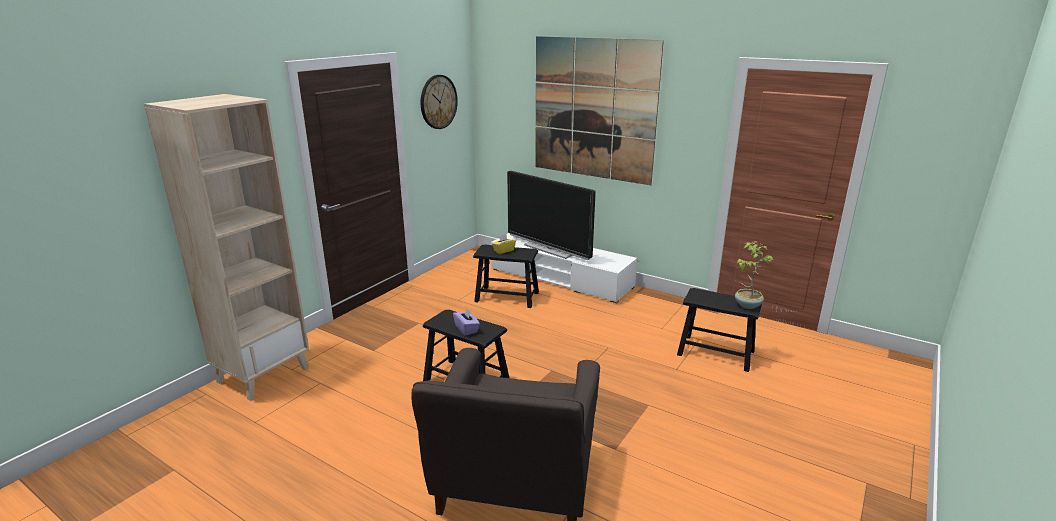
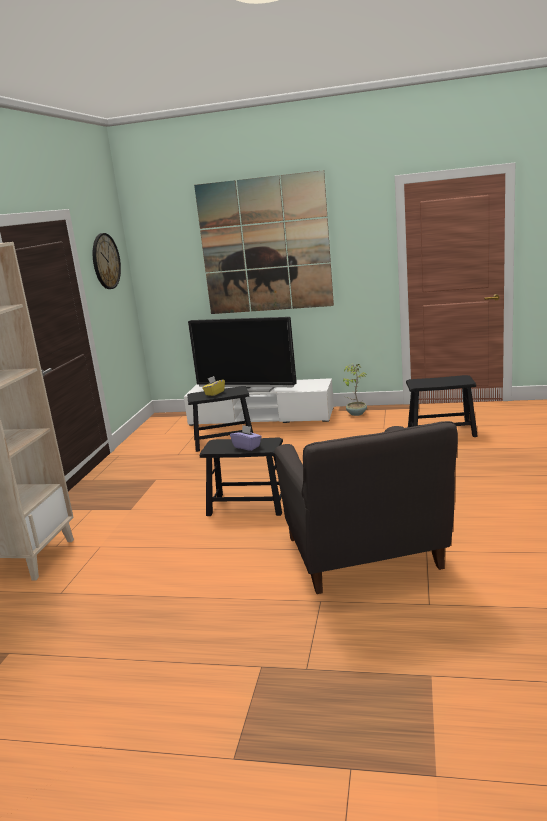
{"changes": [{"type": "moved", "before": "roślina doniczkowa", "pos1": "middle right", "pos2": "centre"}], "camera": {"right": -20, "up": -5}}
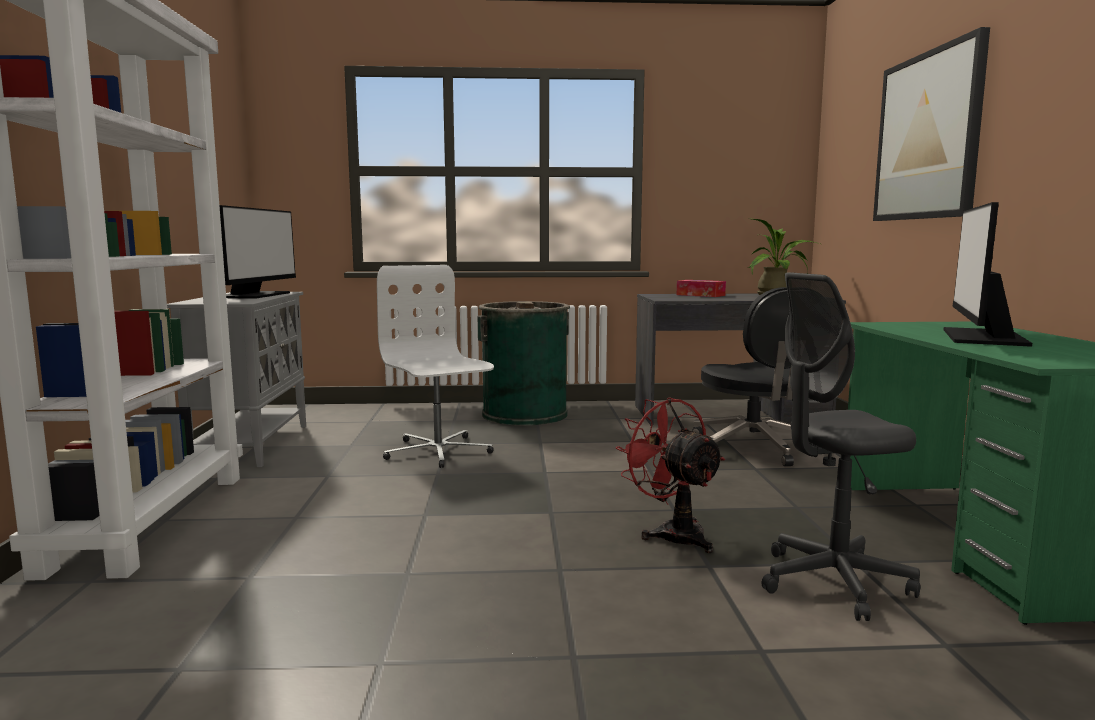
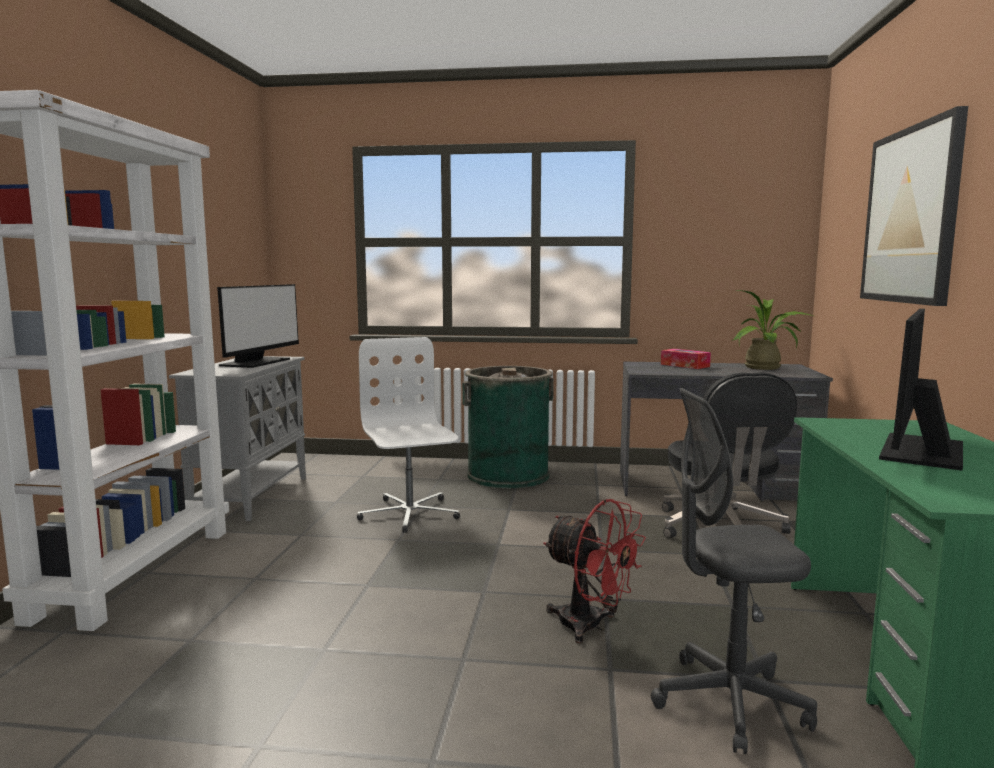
{"changes": [{"type": "turned", "before": "wentylator/czerwony", "pos1": "centre", "pos2": "bottom centre", "turn": 150}], "camera": {"right": 10, "up": 0}}
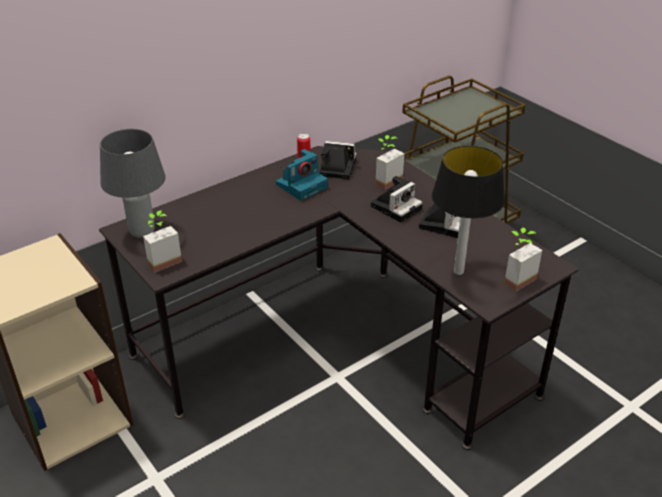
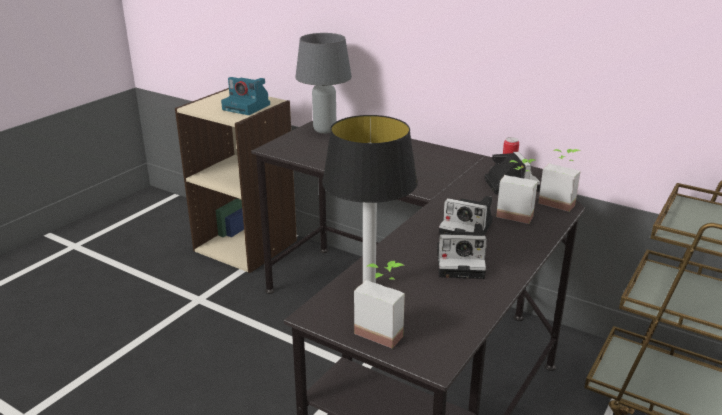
{"changes": [{"type": "moved", "before": "roślina doniczkowa (1st from left in the first image)", "after": "roślina doniczkowa (3rd from left)", "pos1": "middle left", "pos2": "middle right"}, {"type": "moved", "before": "aparat fotograficzny (1st from left)", "pos1": "centre", "pos2": "top centre"}], "camera": {"right": 70, "up": -10}}
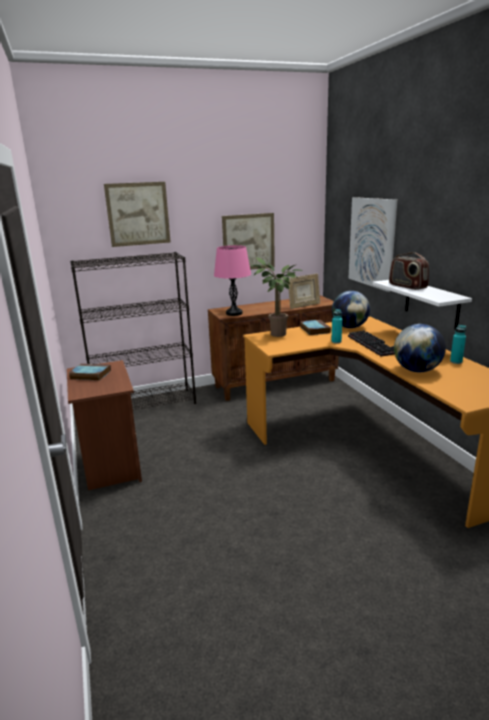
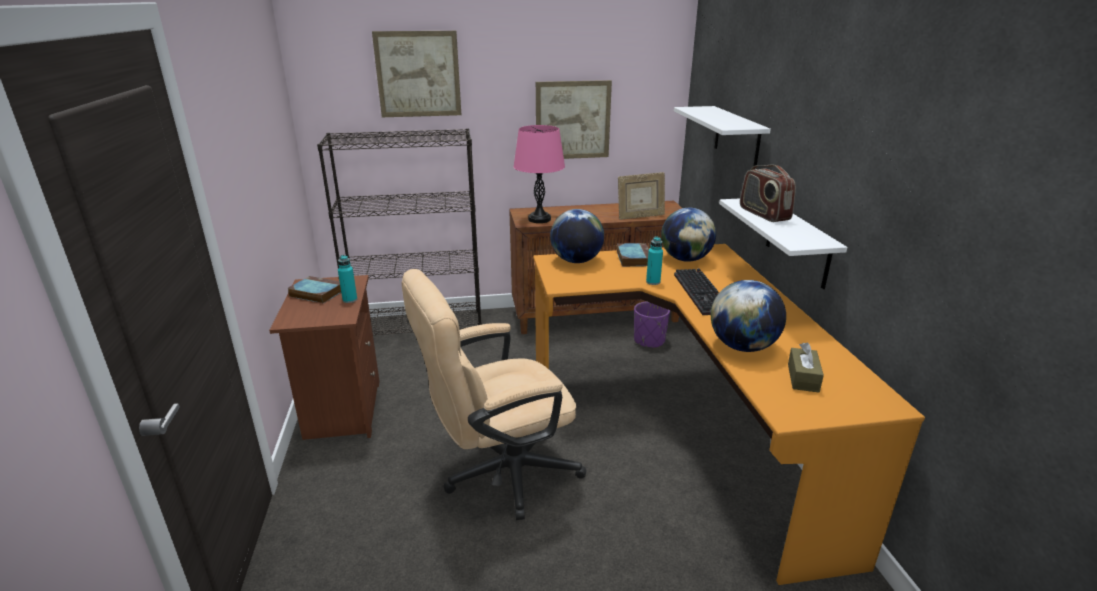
{"changes": [{"type": "replaced", "before": "roślina doniczkowa", "after": "globus (1st from left)", "pos1": "centre", "pos2": "centre"}, {"type": "replaced", "before": "obraz (3rd from left)", "after": "półka/biały (1st from left)", "pos1": "middle right", "pos2": "top centre"}, {"type": "moved", "before": "butelka/turkusowy (2nd from left in the first image)", "after": "butelka/turkusowy (1st from left)", "pos1": "middle right", "pos2": "middle left"}, {"type": "added", "after": "krzesło biurowe/beżowy", "pos2": "bottom centre"}, {"type": "added", "after": "donica/fioletowy", "pos2": "centre"}, {"type": "added", "after": "pudełko chusteczek/brązowy", "pos2": "middle right"}], "camera": {"right": 10, "up": 5}}
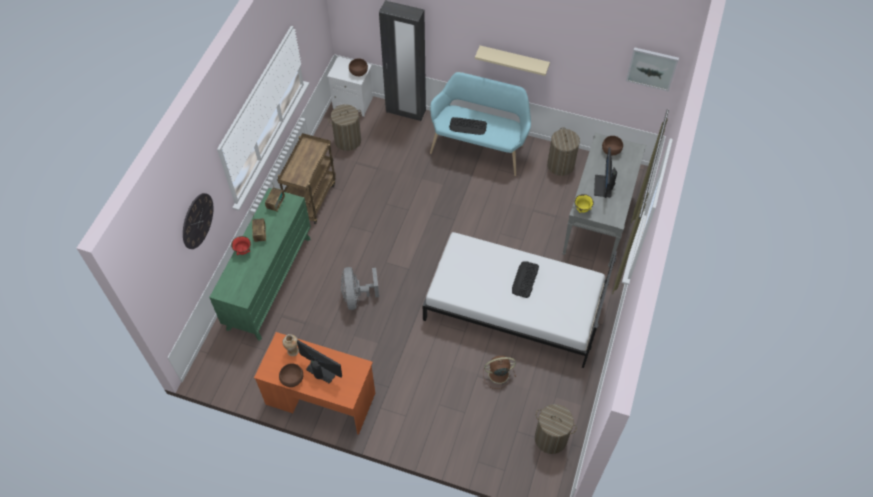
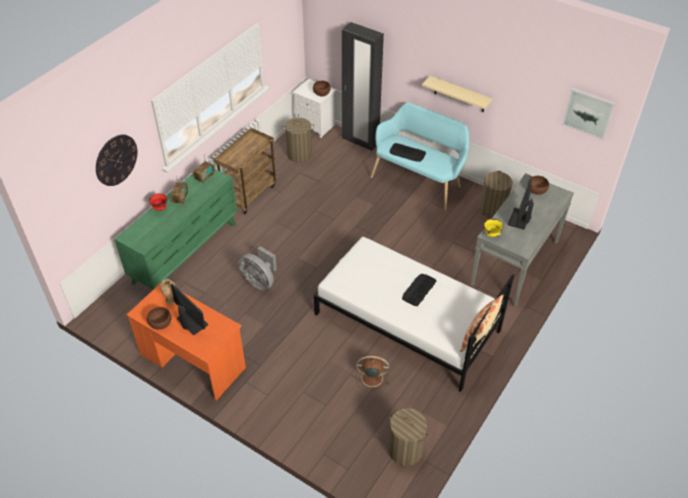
{"changes": [{"type": "turned", "before": "wentylator/szary", "pos1": "centre", "pos2": "centre", "turn": -60}, {"type": "added", "after": "poduszka", "pos2": "middle right"}], "camera": {"right": 15, "up": -10}}
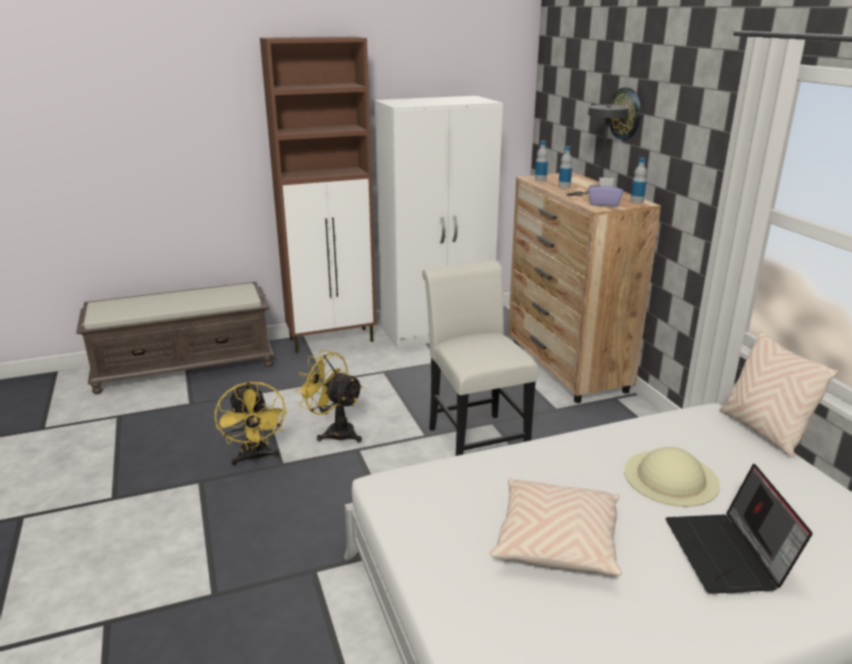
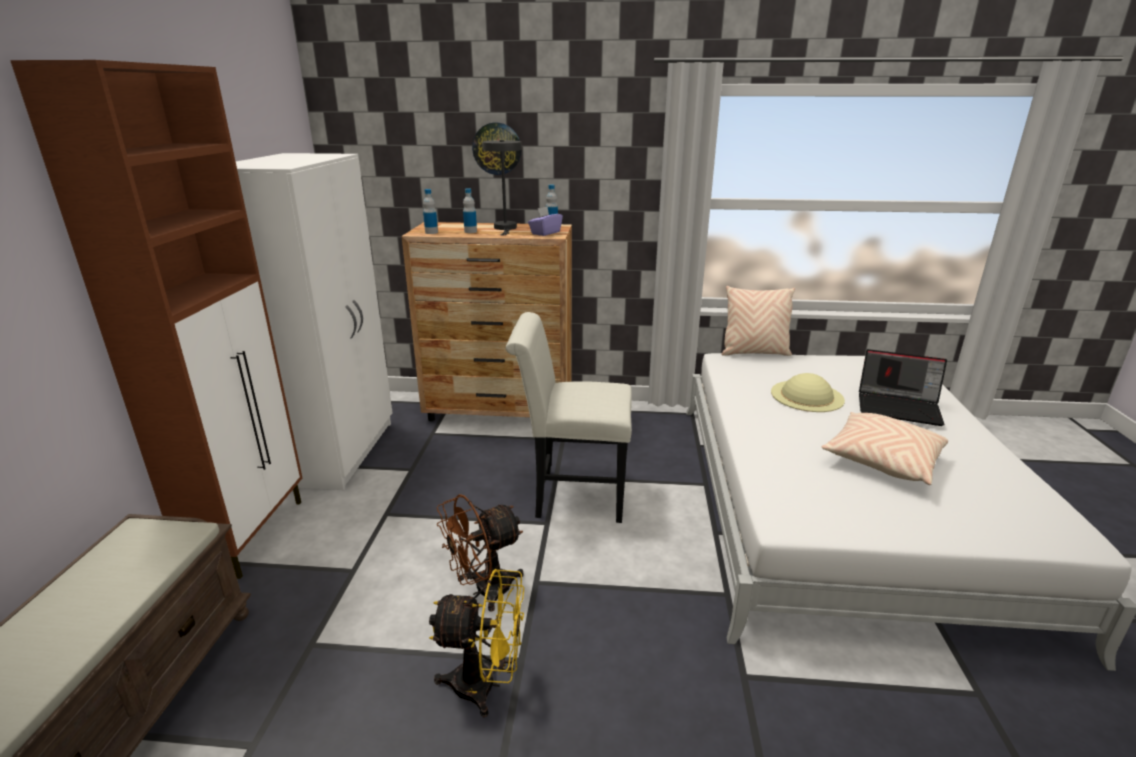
{"changes": [{"type": "recoloured", "before": "wentylator/żółty (2nd from left)", "after": "wentylator/brązowy", "pos1": "centre", "pos2": "bottom centre"}], "camera": {"right": -65, "up": 0}}
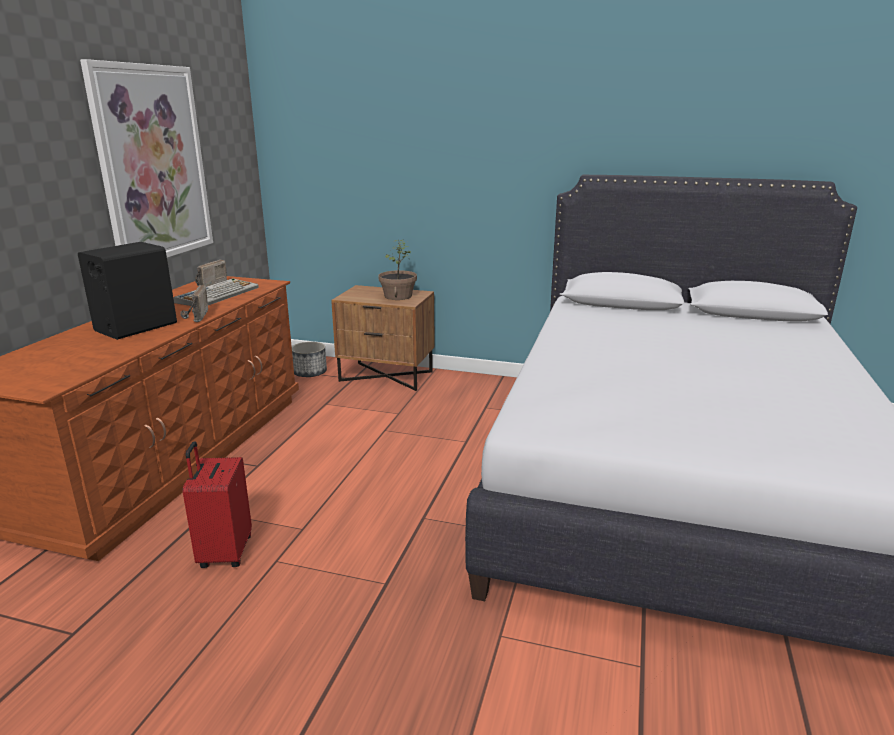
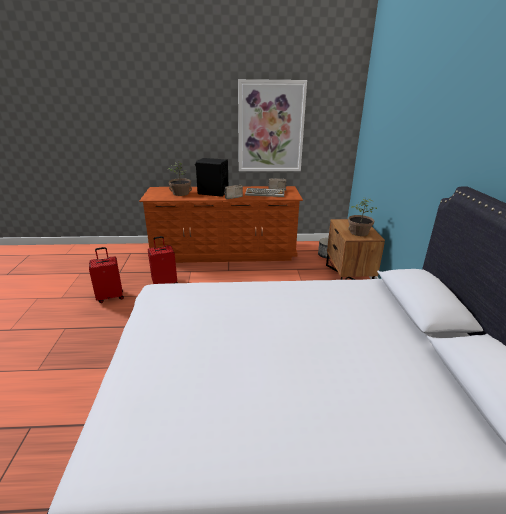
{"changes": [{"type": "added", "after": "walizka/czerwony (1st from left)", "pos2": "middle left"}, {"type": "added", "after": "roślina doniczkowa (1st from left)", "pos2": "centre"}], "camera": {"right": 70, "up": 5}}
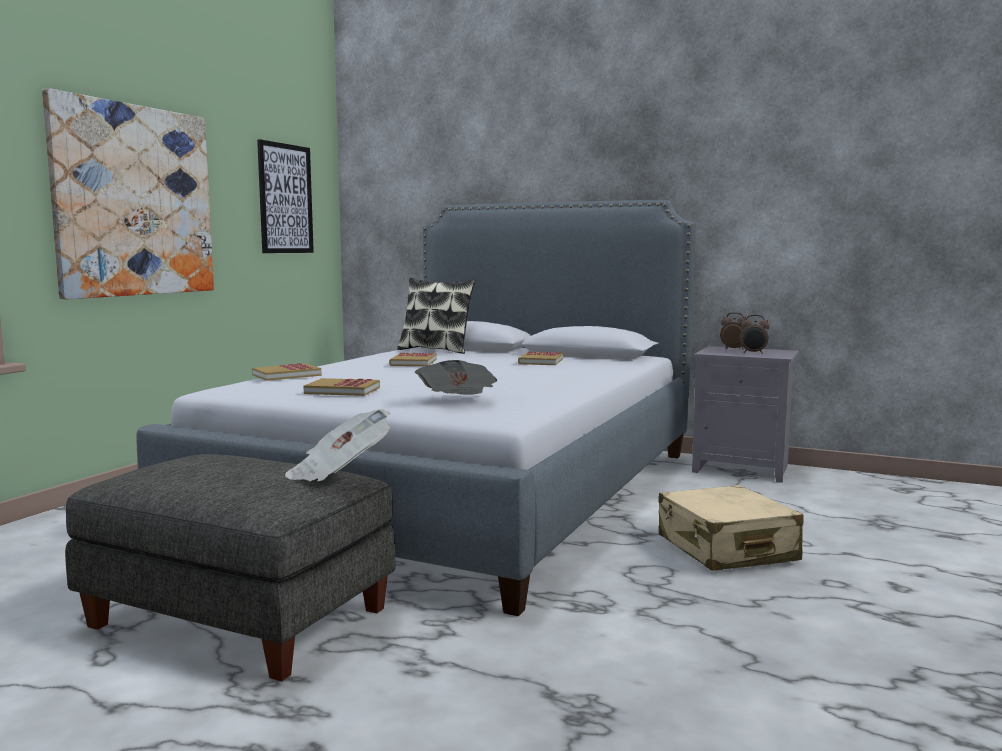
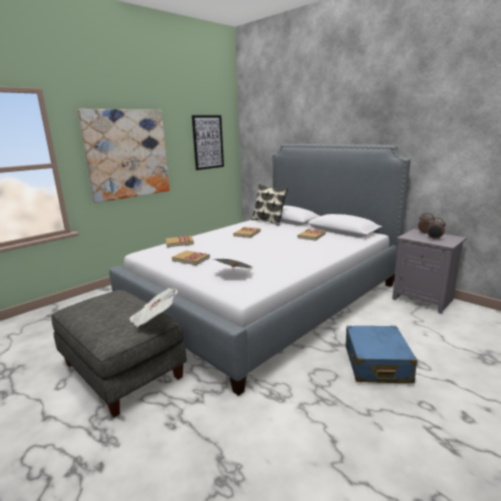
{"changes": [{"type": "recoloured", "before": "walizka/beżowy", "after": "walizka/niebieski", "pos1": "bottom right", "pos2": "bottom right"}], "camera": {"right": 20, "up": 10}}
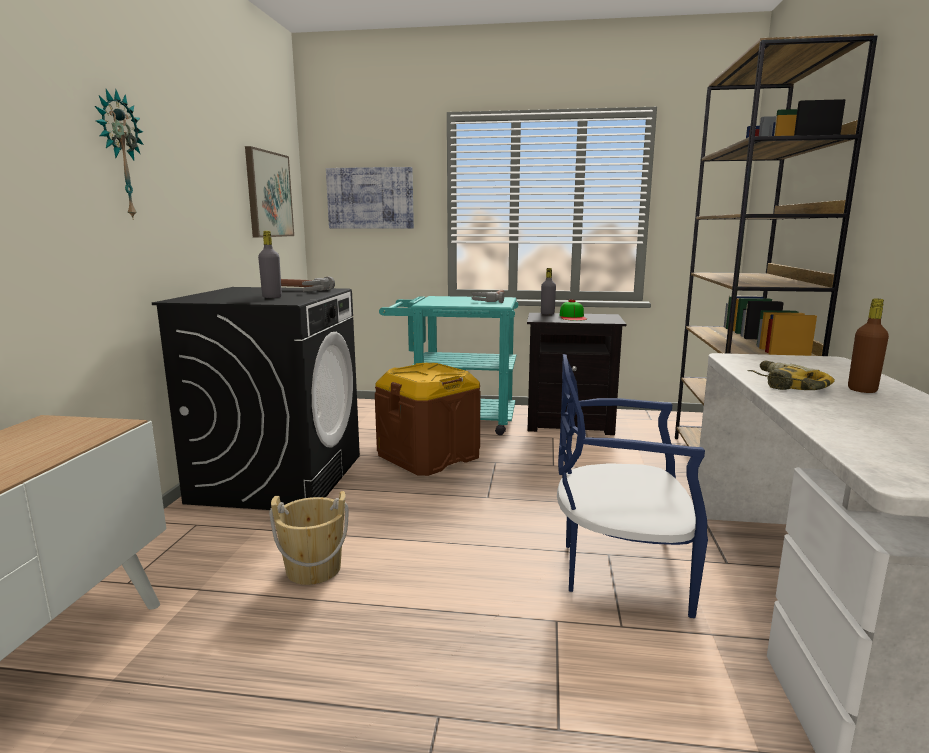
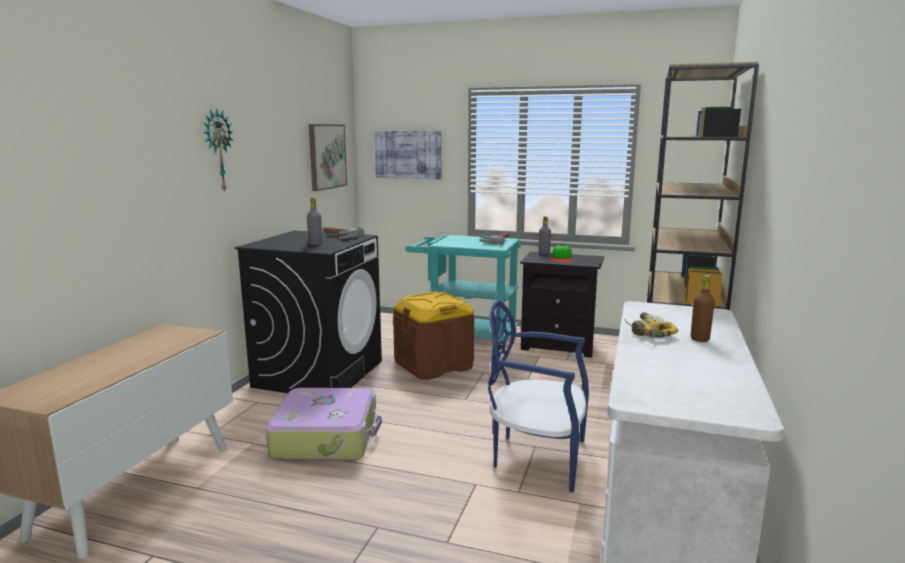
{"changes": [{"type": "replaced", "before": "wiadro/beżowy", "after": "walizka", "pos1": "bottom left", "pos2": "bottom centre"}], "camera": {"right": 10, "up": 0}}
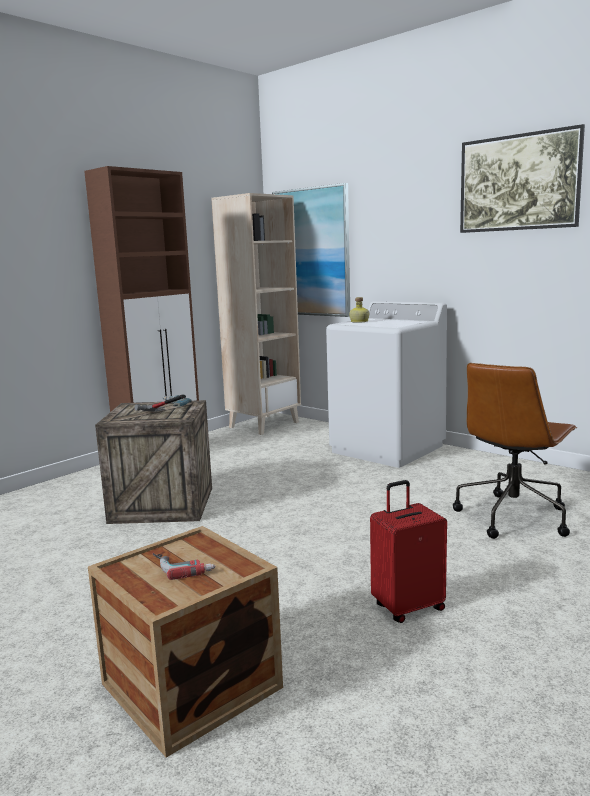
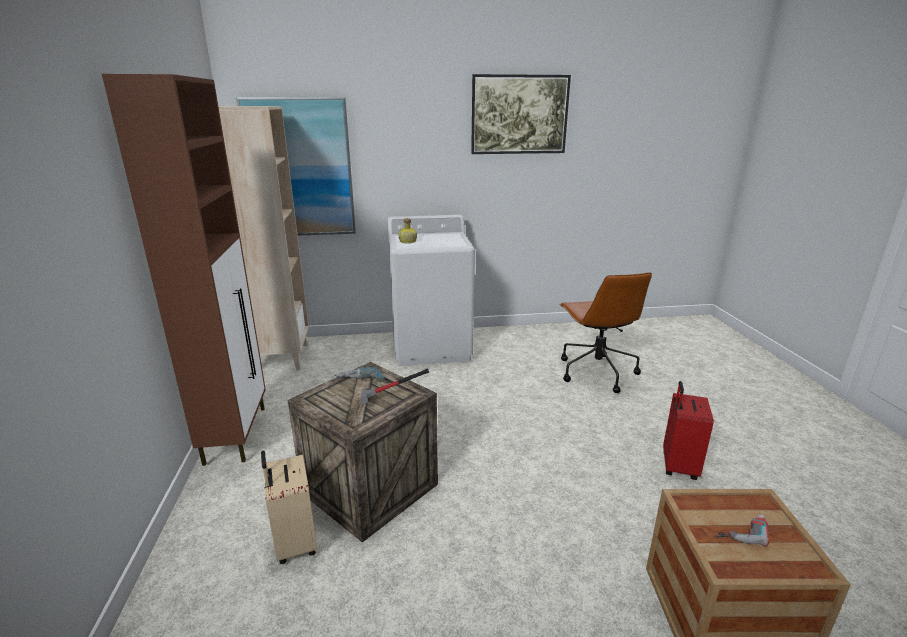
{"changes": [{"type": "added", "after": "walizka/beżowy", "pos2": "bottom left"}], "camera": {"right": -50, "up": 10}}
